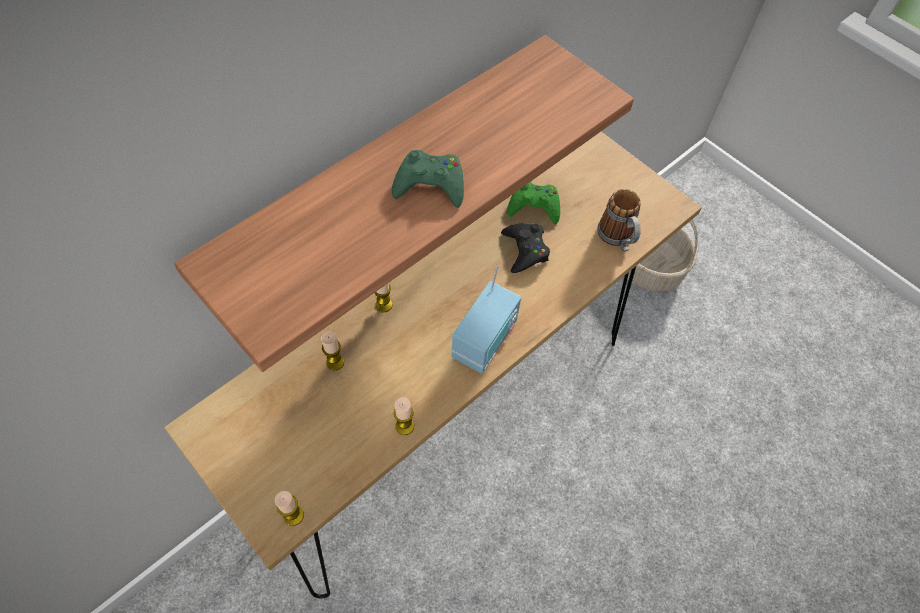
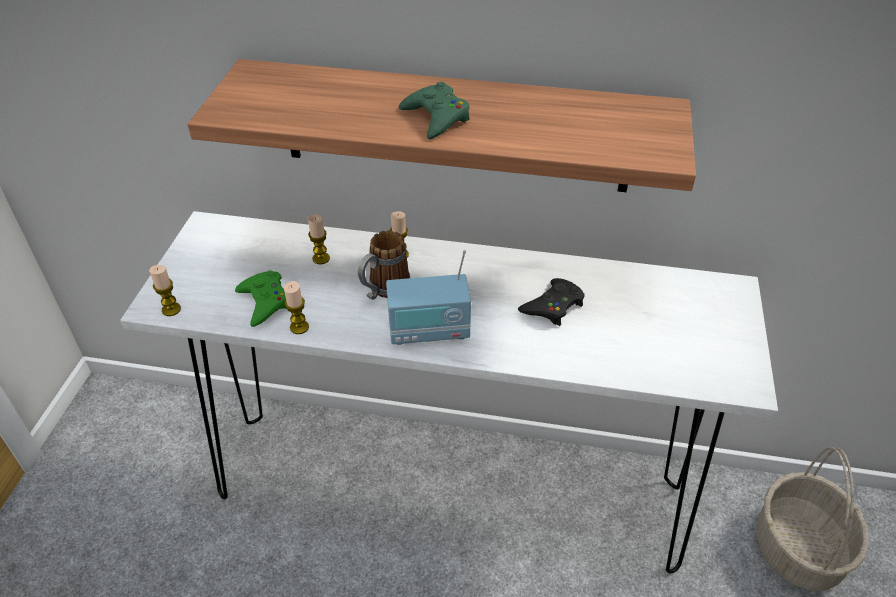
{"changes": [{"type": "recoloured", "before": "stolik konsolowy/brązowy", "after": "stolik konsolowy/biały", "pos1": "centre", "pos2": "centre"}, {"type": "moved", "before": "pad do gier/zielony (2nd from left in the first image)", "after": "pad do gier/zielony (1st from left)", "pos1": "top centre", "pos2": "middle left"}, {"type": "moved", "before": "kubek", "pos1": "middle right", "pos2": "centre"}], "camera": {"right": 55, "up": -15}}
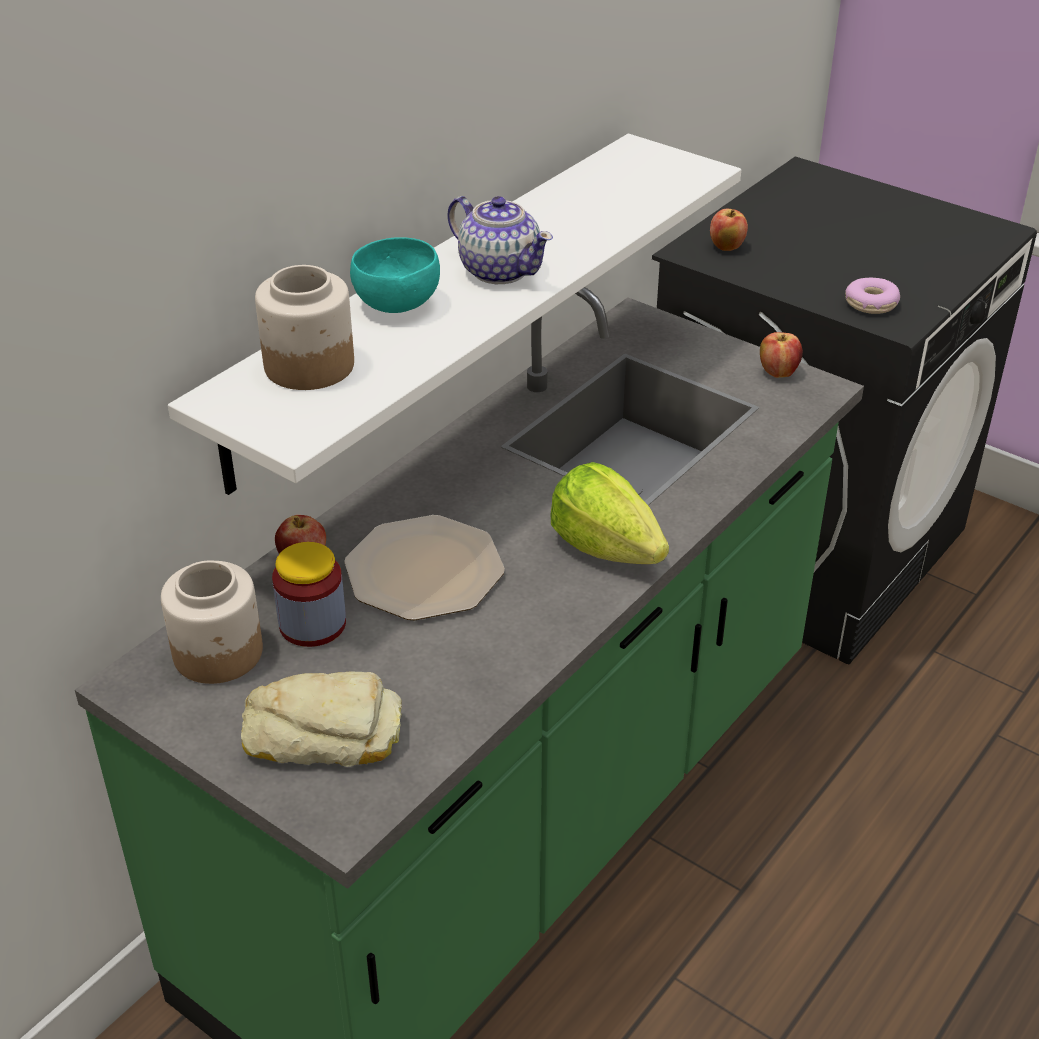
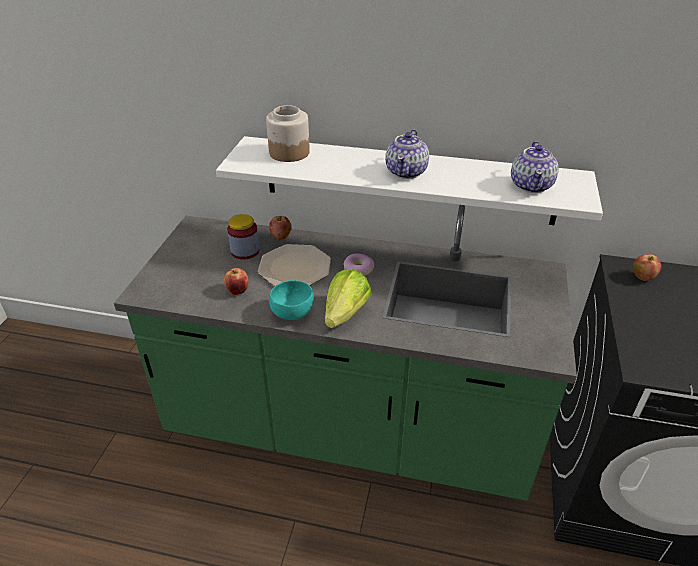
{"changes": [{"type": "removed", "before": "słoik (1st from left)", "pos1": "middle left"}, {"type": "removed", "before": "chleb", "pos1": "bottom left"}, {"type": "moved", "before": "miska/turkusowy", "pos1": "top centre", "pos2": "centre"}, {"type": "moved", "before": "jabłko (3rd from left in the first image)", "after": "jabłko (1st from left)", "pos1": "middle right", "pos2": "centre"}, {"type": "moved", "before": "donut", "pos1": "top right", "pos2": "centre"}, {"type": "added", "after": "imbryk (2nd from left)", "pos2": "top right"}], "camera": {"right": 65, "up": 0}}
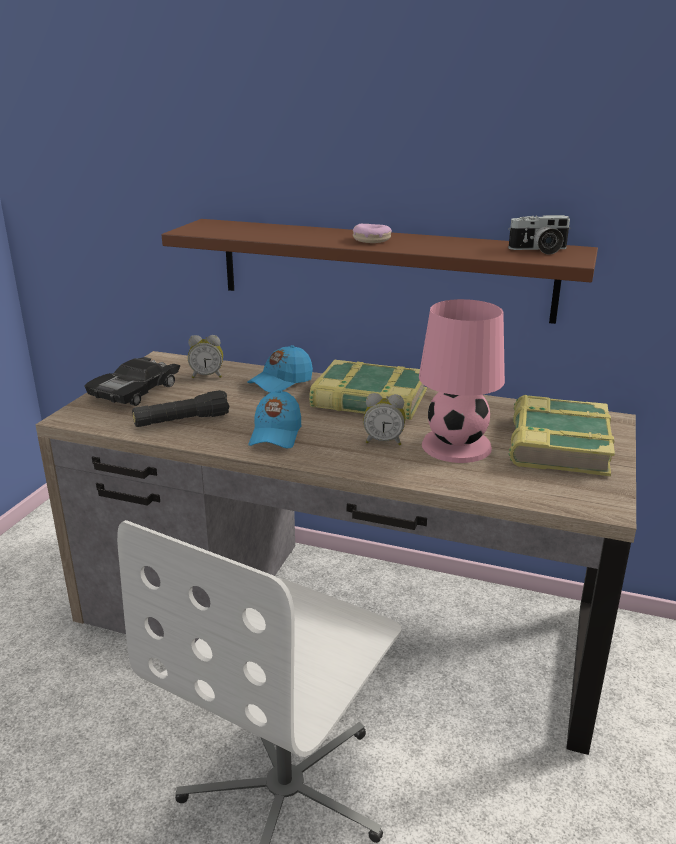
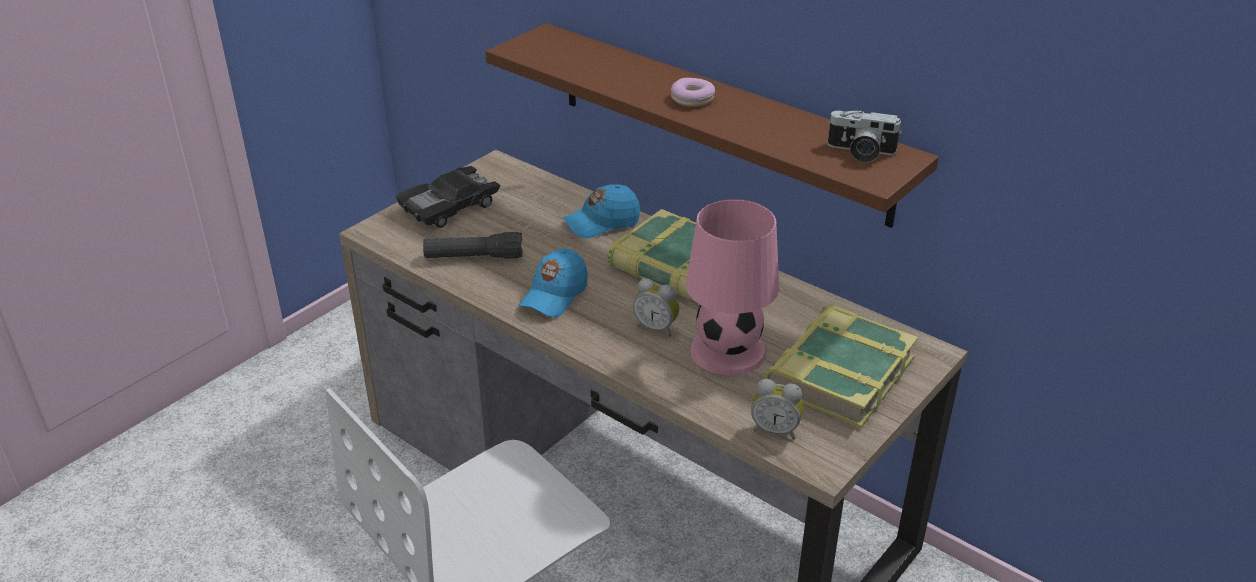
{"changes": [{"type": "moved", "before": "budzik (1st from left in the first image)", "after": "budzik (2nd from left)", "pos1": "middle left", "pos2": "bottom centre"}], "camera": {"right": 20, "up": 10}}
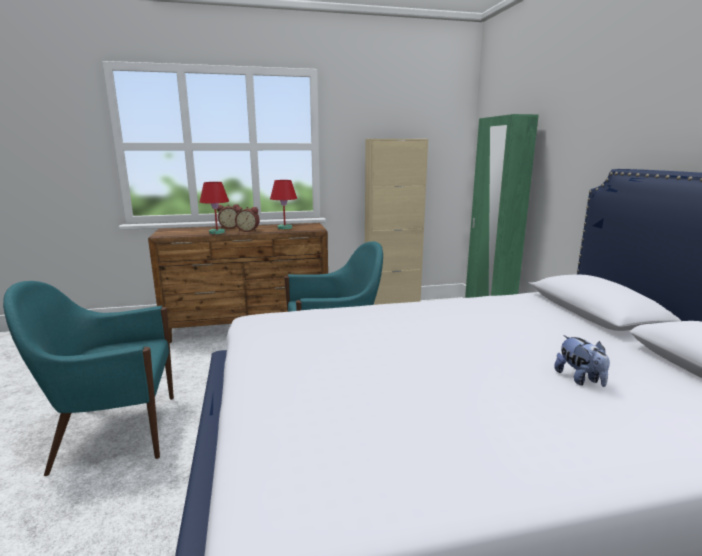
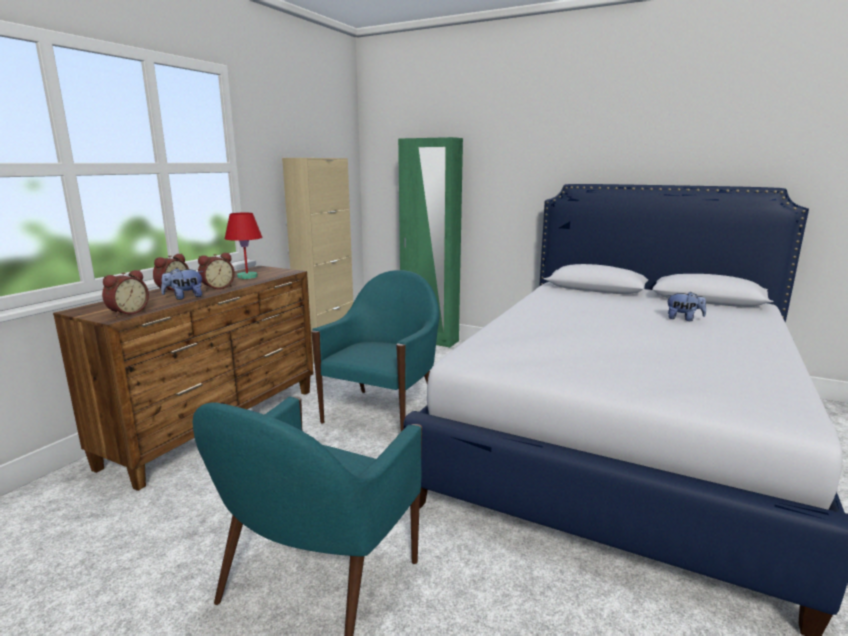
{"changes": [{"type": "replaced", "before": "lampa stołowa/czerwony (1st from left)", "after": "pluszak (1st from left)", "pos1": "middle left", "pos2": "middle left"}, {"type": "added", "after": "budzik (1st from left)", "pos2": "middle left"}], "camera": {"right": -50, "up": 0}}
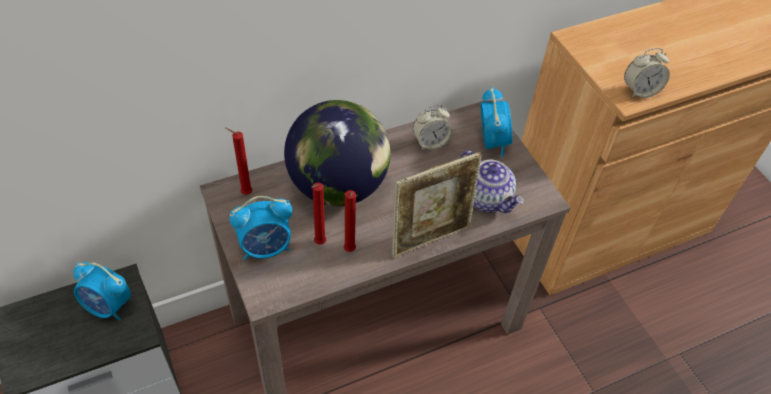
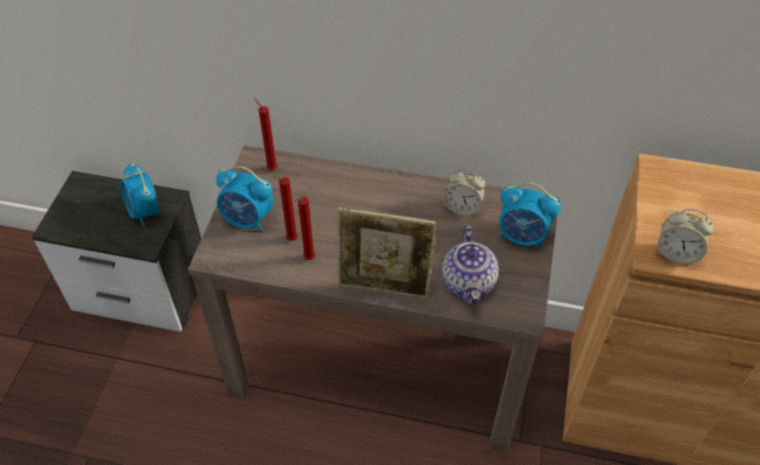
{"changes": [{"type": "removed", "before": "globus", "pos1": "centre"}, {"type": "turned", "before": "budzik (4th from left)", "pos1": "top centre", "pos2": "middle right", "turn": 75}], "camera": {"right": 40, "up": 0}}
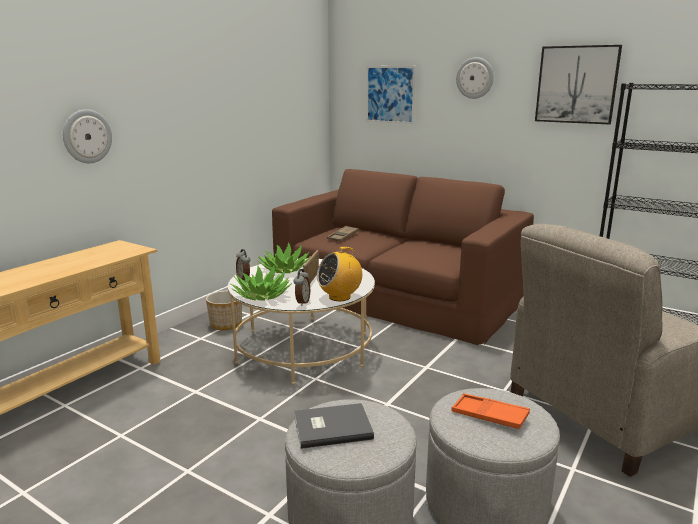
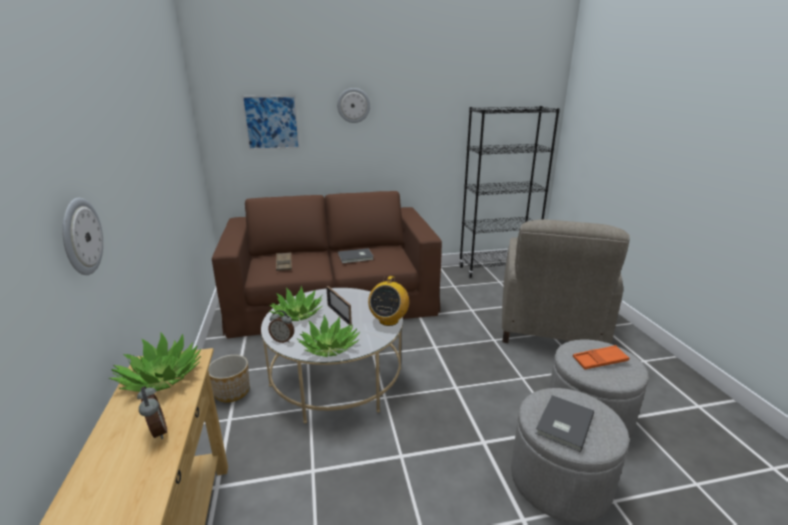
{"changes": [{"type": "moved", "before": "budzik (2nd from left in the first image)", "after": "budzik (1st from left)", "pos1": "centre", "pos2": "bottom left"}, {"type": "removed", "before": "obraz (2nd from left)", "pos1": "top right"}, {"type": "added", "after": "roślina doniczkowa (1st from left)", "pos2": "bottom left"}, {"type": "added", "after": "książka/szary (1st from left)", "pos2": "centre"}], "camera": {"right": -45, "up": 5}}
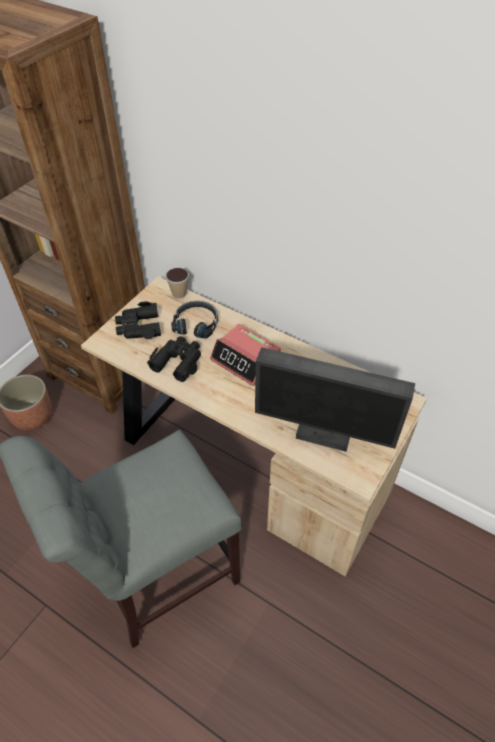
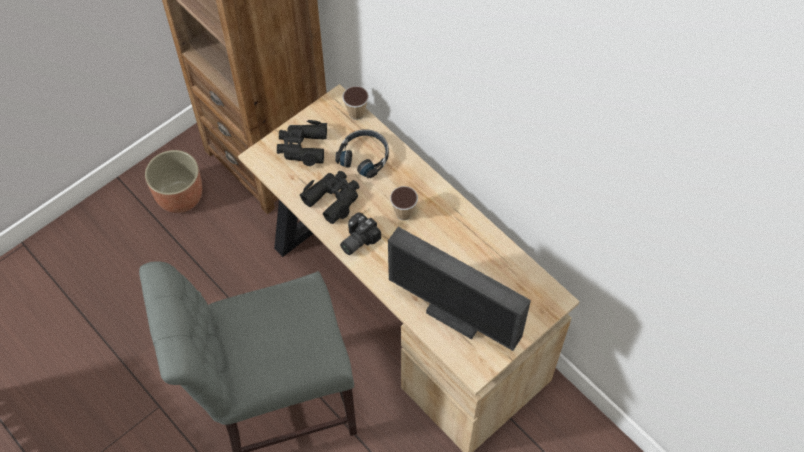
{"changes": [{"type": "replaced", "before": "budzik", "after": "filiżanka (2nd from left)", "pos1": "centre", "pos2": "centre"}, {"type": "added", "after": "aparat fotograficzny", "pos2": "centre"}], "camera": {"right": 15, "up": 10}}
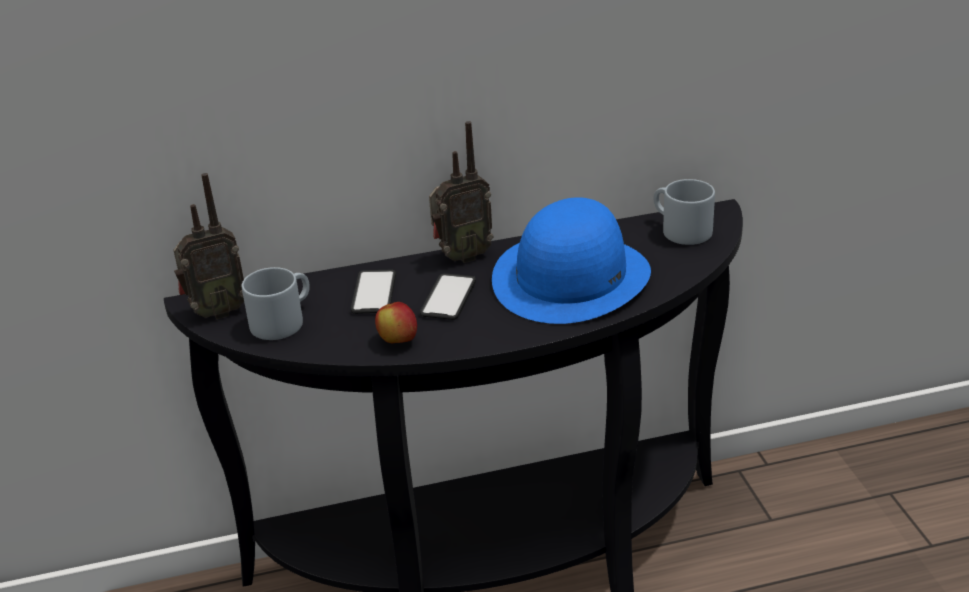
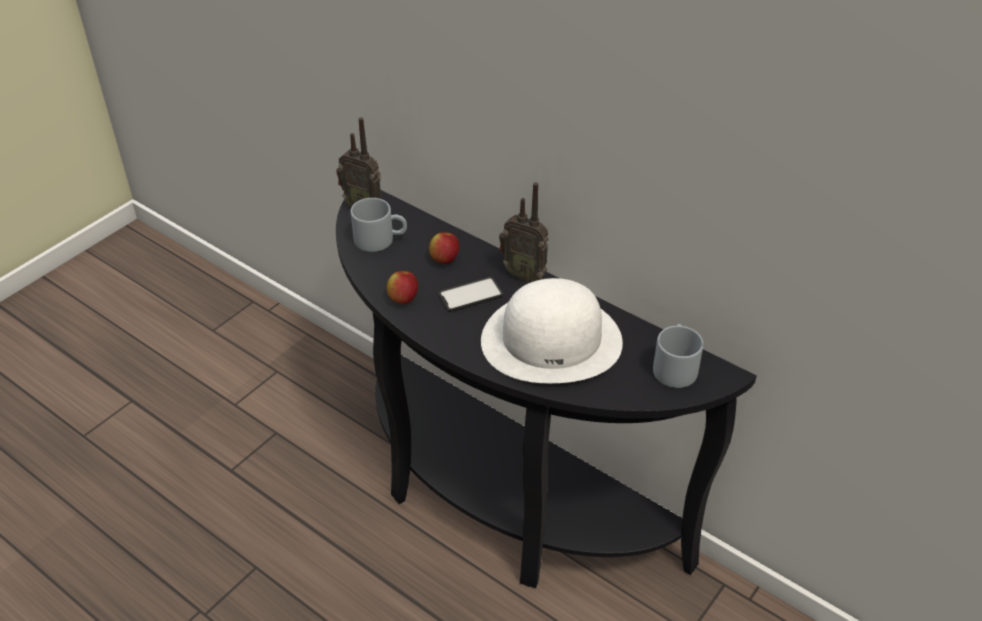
{"changes": [{"type": "replaced", "before": "telefon (1st from left)", "after": "jabłko (2nd from left)", "pos1": "centre", "pos2": "centre"}, {"type": "recoloured", "before": "kapelusz/niebieski", "after": "kapelusz/biały", "pos1": "centre", "pos2": "centre"}], "camera": {"right": 50, "up": 10}}
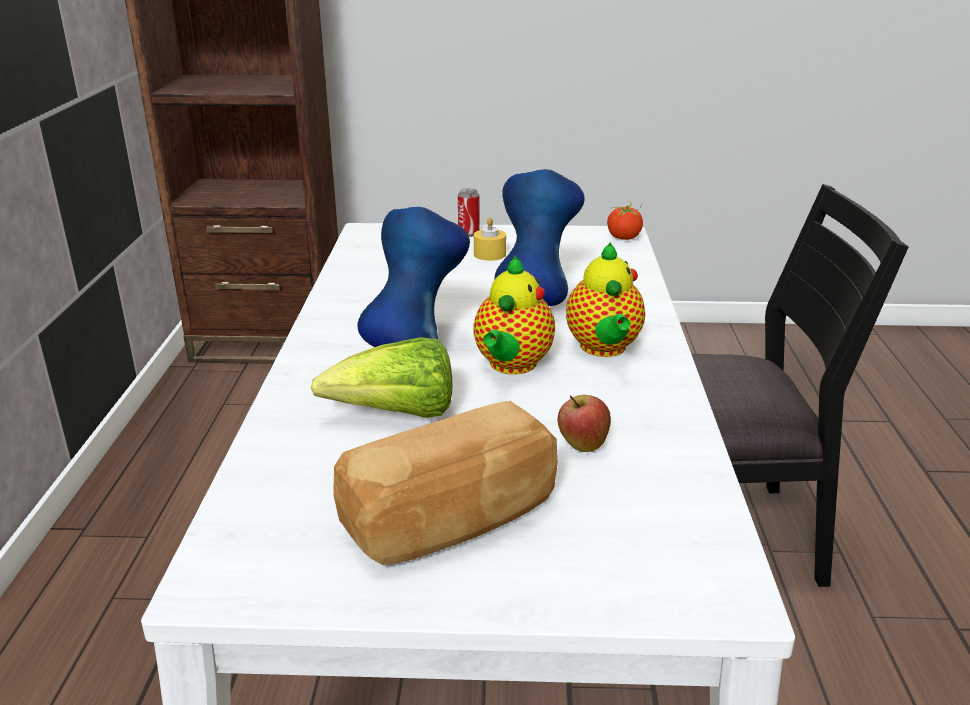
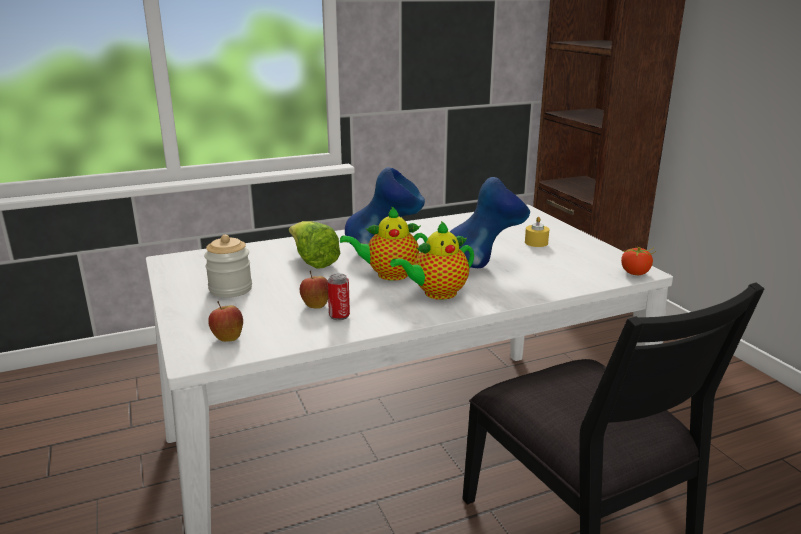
{"changes": [{"type": "replaced", "before": "chleb", "after": "słoik", "pos1": "bottom centre", "pos2": "middle left"}, {"type": "moved", "before": "puszka", "pos1": "top centre", "pos2": "centre"}, {"type": "added", "after": "jabłko (1st from left)", "pos2": "middle left"}], "camera": {"right": 65, "up": -5}}
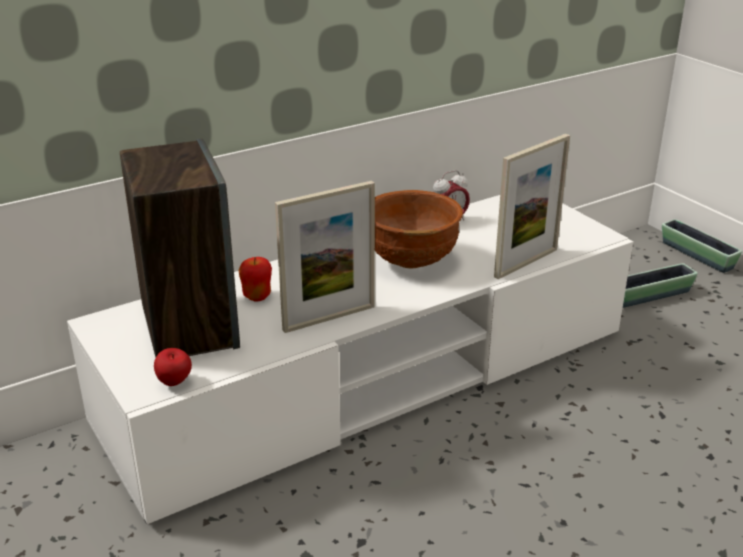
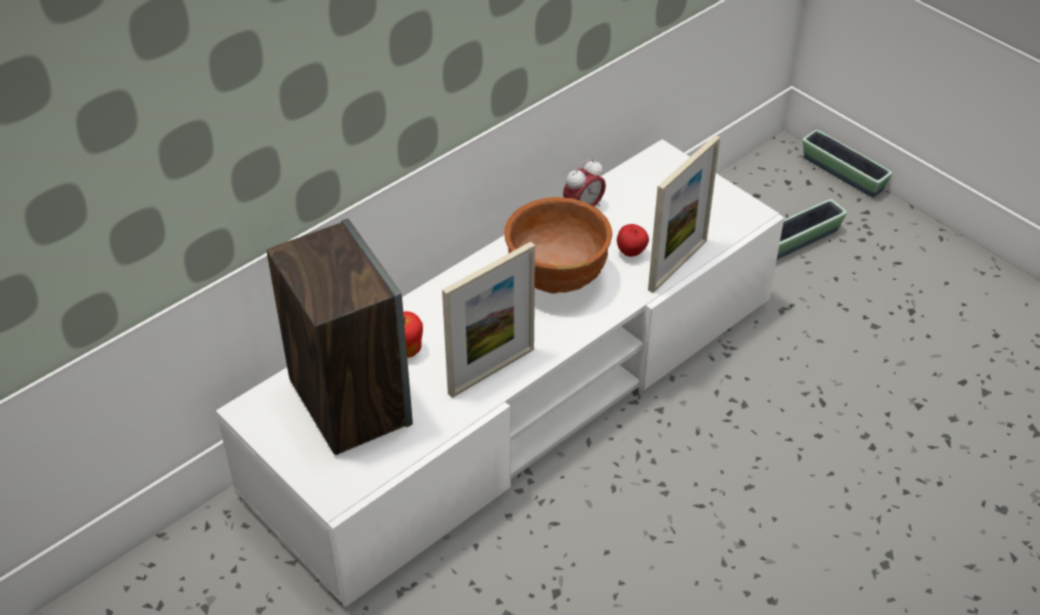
{"changes": [{"type": "moved", "before": "jabłko (1st from left in the first image)", "after": "jabłko (2nd from left)", "pos1": "middle left", "pos2": "centre"}], "camera": {"right": -10, "up": 15}}
